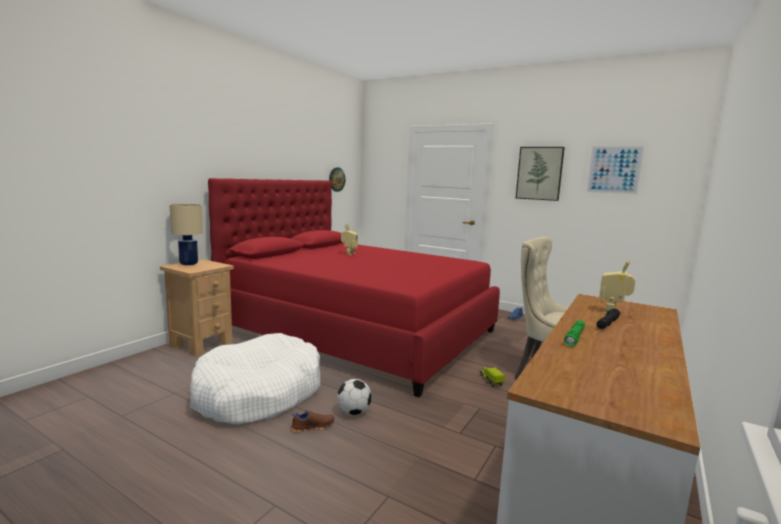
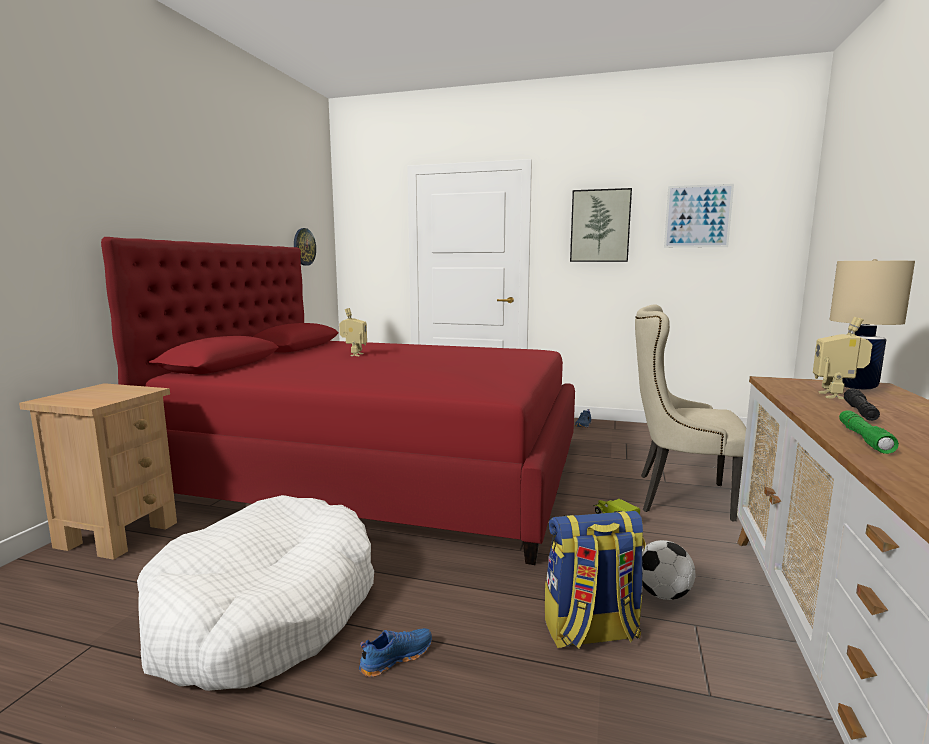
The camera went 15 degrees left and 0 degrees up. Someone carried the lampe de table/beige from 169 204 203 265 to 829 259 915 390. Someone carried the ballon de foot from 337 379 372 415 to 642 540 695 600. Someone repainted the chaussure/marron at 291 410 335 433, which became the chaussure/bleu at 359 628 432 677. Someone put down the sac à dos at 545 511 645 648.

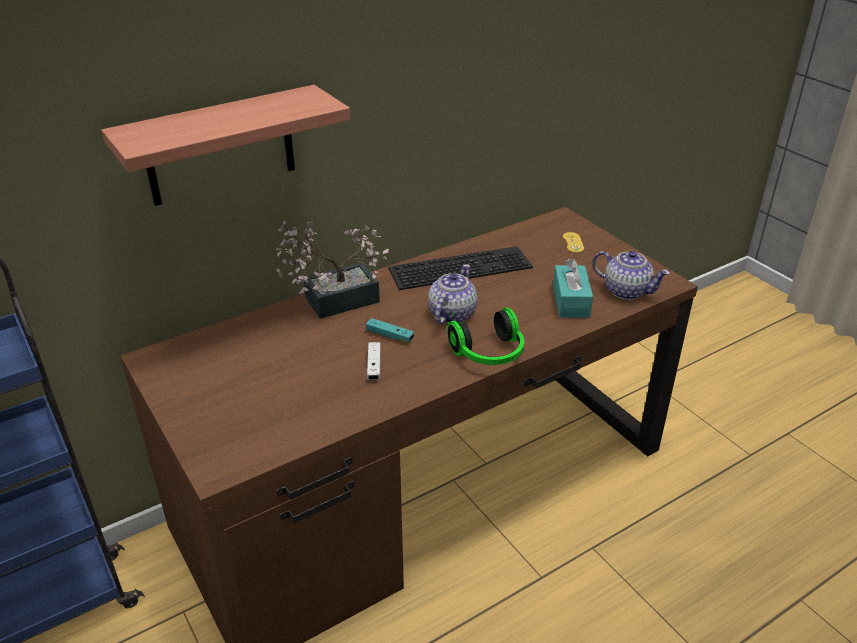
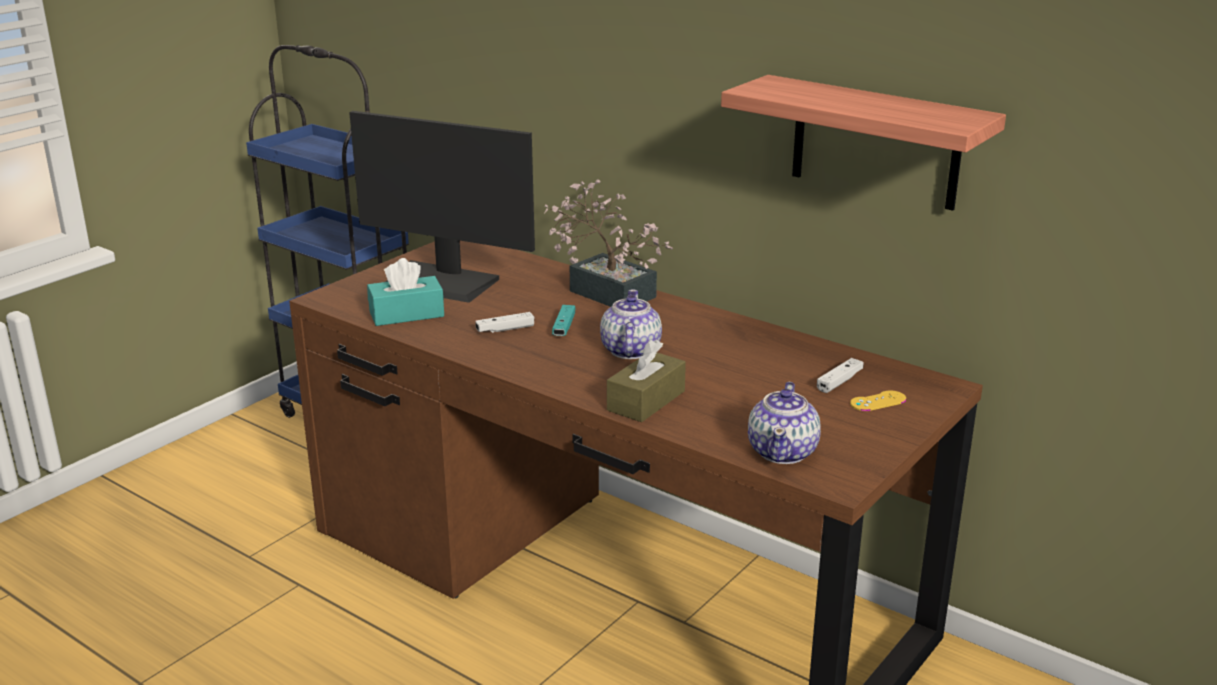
The camera went 70 degrees right and 10 degrees down. Someone carried the étagère from 101 85 350 206 to 721 75 1006 211. Someone took away the clavier at 388 246 533 290. Someone carried the boîte à mouchoirs/turquoise from 553 258 593 318 to 367 258 444 326. Someone rotated the théière at 428 264 478 324 by 90 degrees counterclockwise. Someone took away the casque audio at 447 307 524 365. Someone put down the écran d'ordinateur at 349 111 535 303. Someone put down the boîte à mouchoirs/marron at 607 340 686 422. Someone put down the manette/blanc at 817 358 864 393.

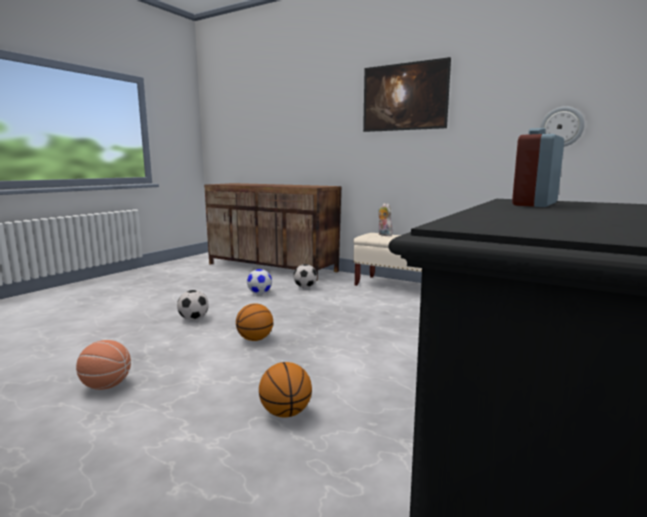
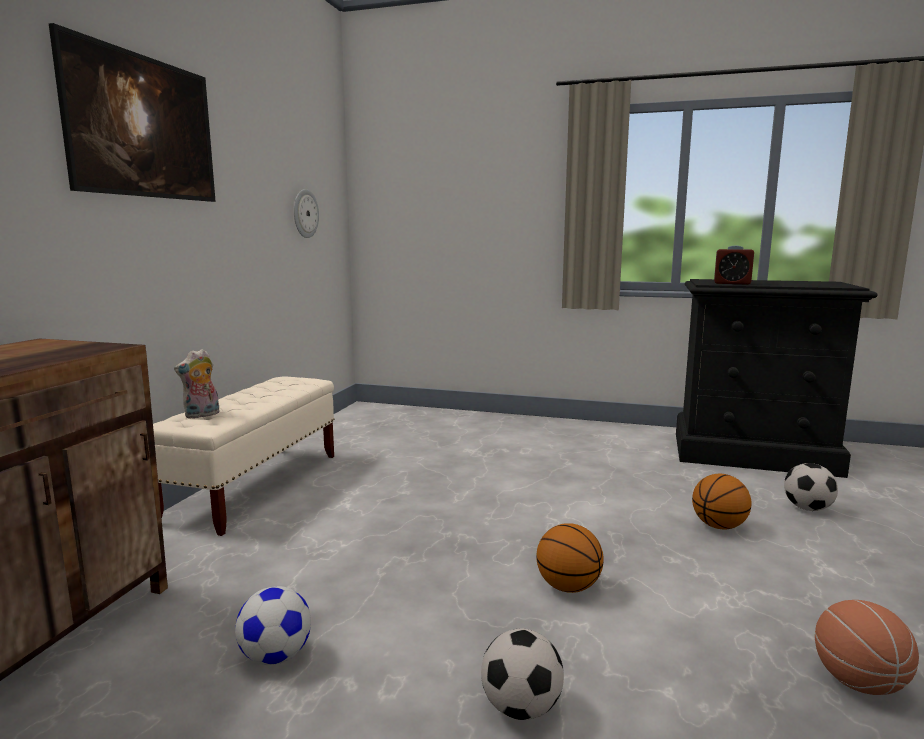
The camera went 105 degrees left and 0 degrees up. Someone carried the ballon de foot from 293 264 317 288 to 784 463 838 511.

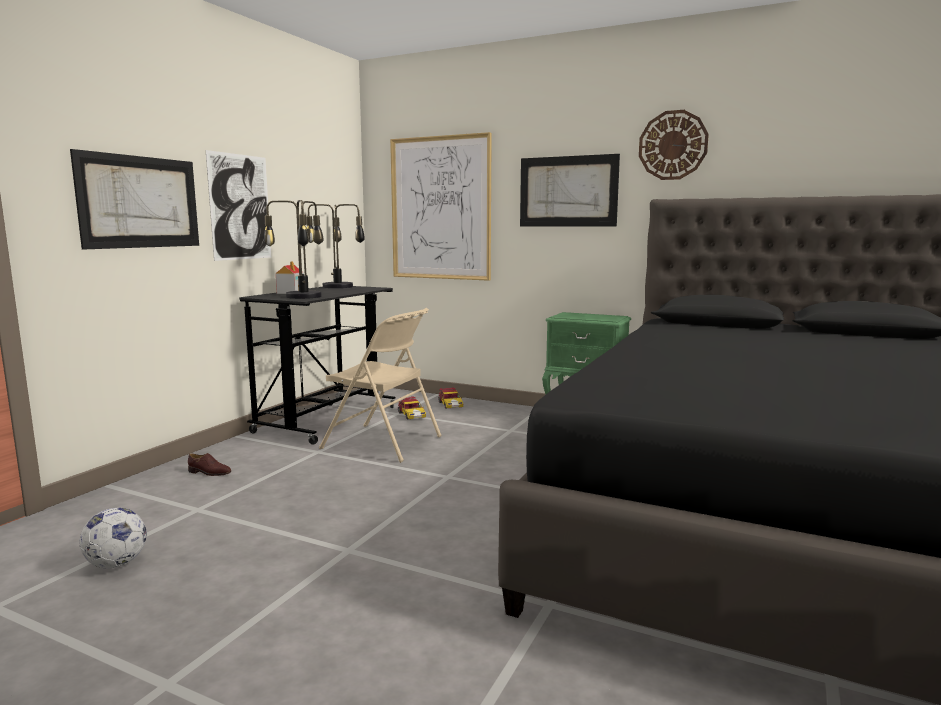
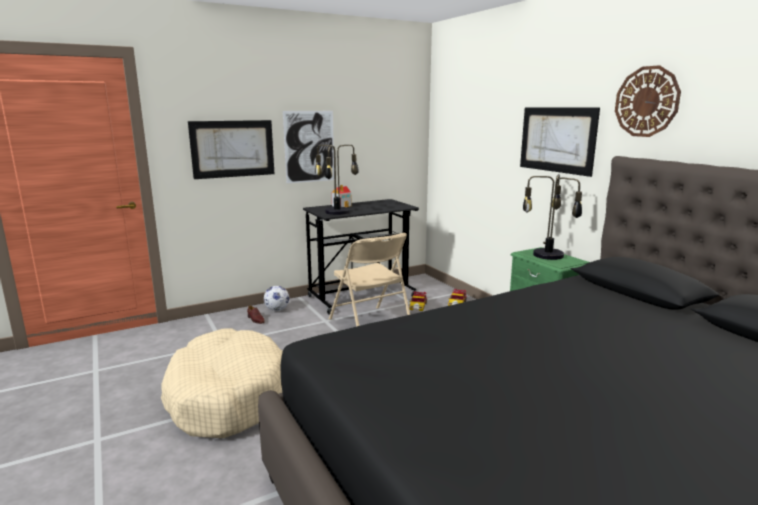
The camera went 35 degrees right and 5 degrees up. Someone took away the tableau at 390 132 492 281. Someone carried the lampe de table from 306 204 365 288 to 523 174 582 260. Someone carried the ballon de foot from 80 508 147 568 to 264 286 289 311. Someone put down the panier pour chien/beige at 161 328 283 438.

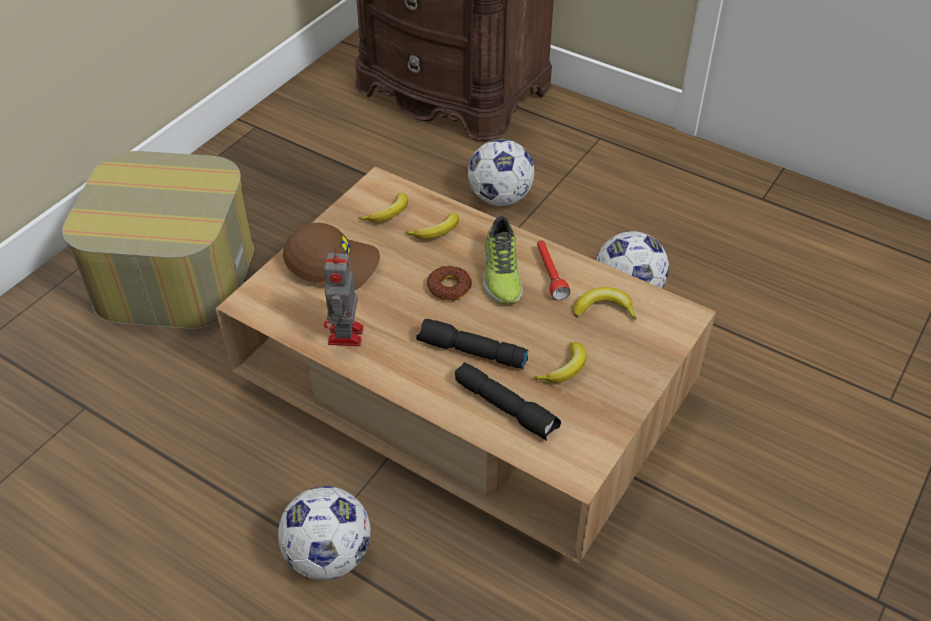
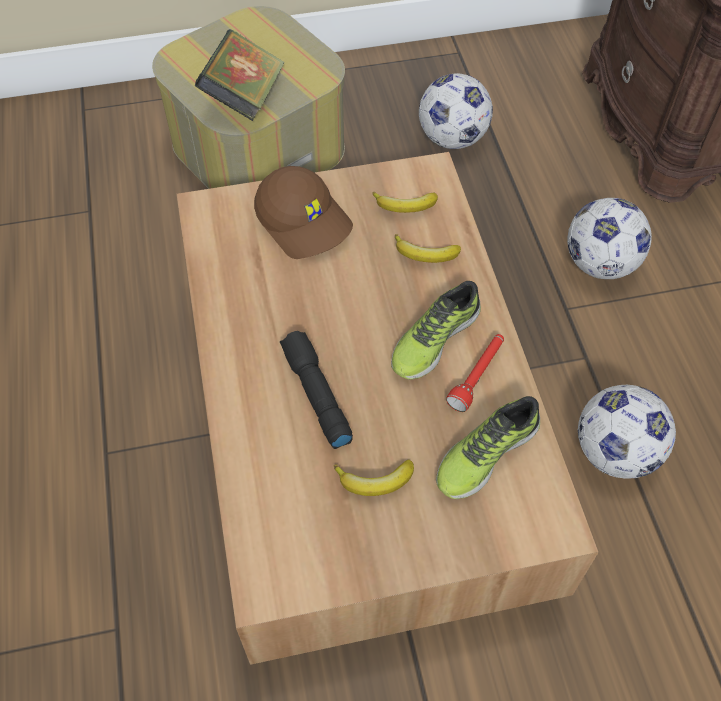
The camera went 45 degrees right and 10 degrees up. Someone took away the robot jouet at 324 249 363 346. Someone took away the beignet at 427 266 472 301. Someone swapped the banane at 574 287 636 320 for the chaussure at 436 396 540 499. Someone took away the lampe de poche/noir at 455 362 561 441. Someone carried the ballon de foot from 278 486 371 580 to 419 74 493 149. Someone put down the livre at 195 29 284 121.

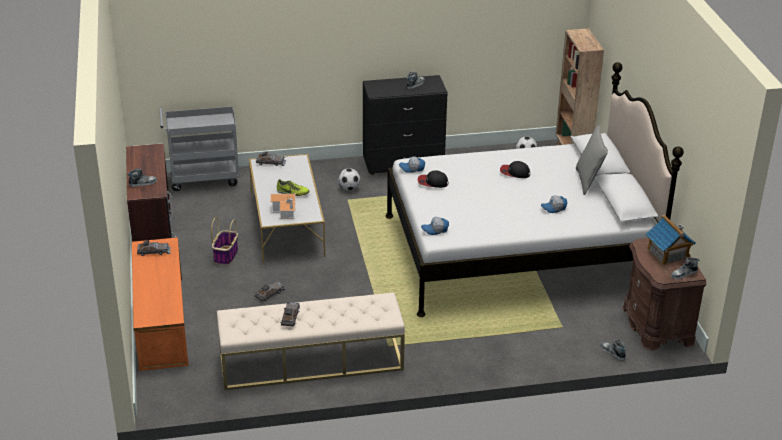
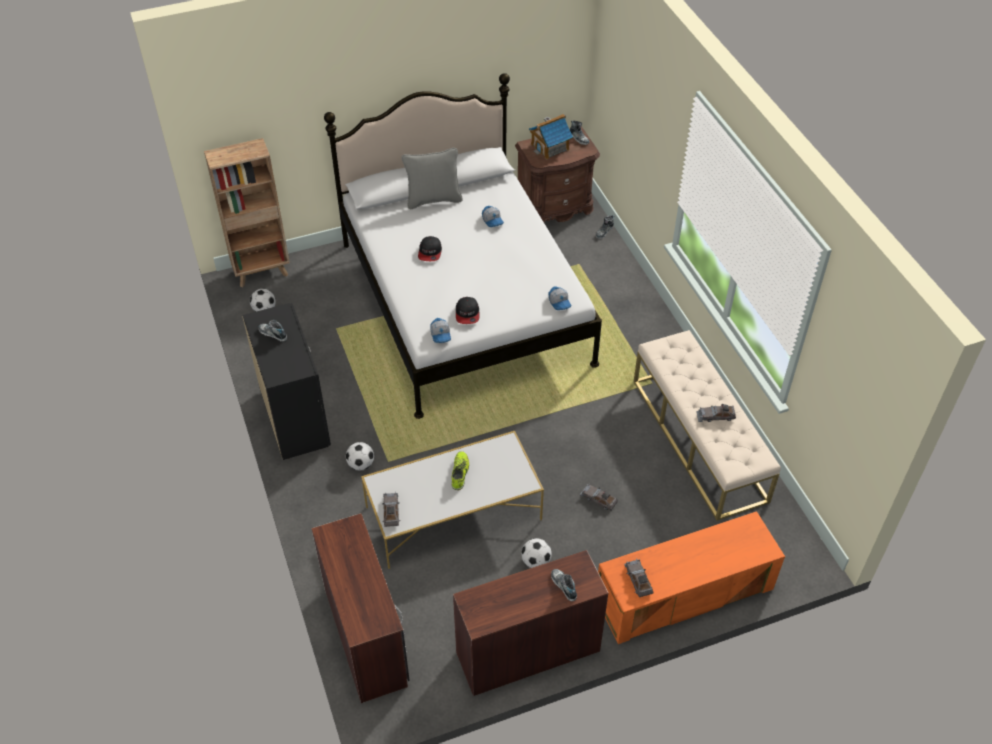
The camera went 100 degrees left and 15 degrees up. Someone swapped the chariot/gris at 159 107 239 191 for the bureau/marron at 311 513 410 703. Someone took away the maison miniature at 270 194 296 219. Someone swapped the panier at 211 217 238 265 for the ballon de foot at 521 538 552 568.

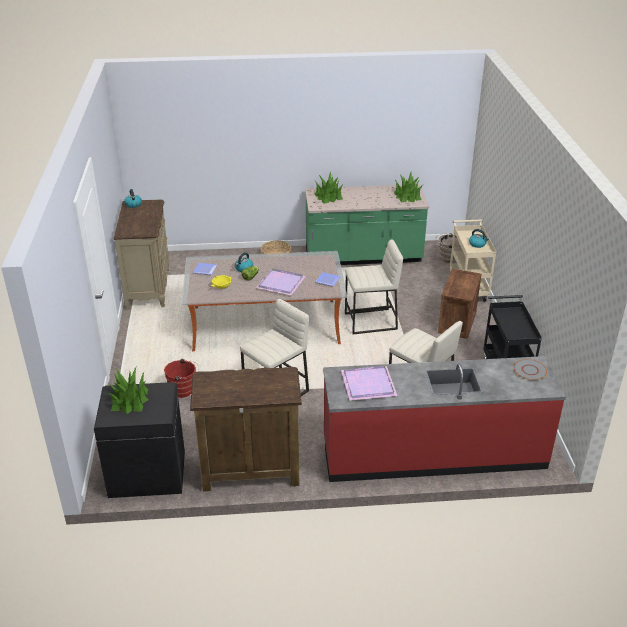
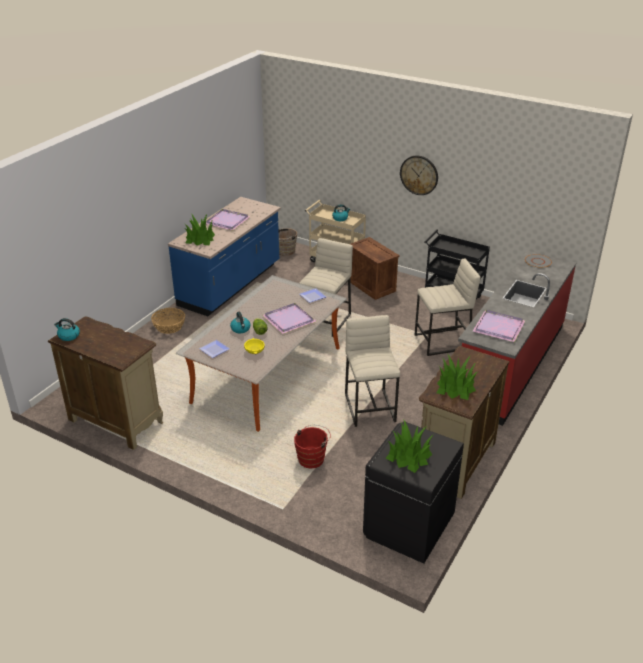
The camera went 55 degrees left and 0 degrees up. Someone carried the plante en pot from 394 172 423 203 to 437 355 477 400. Someone repainted the comptoir de cuisine/vert at 305 184 429 265, which became the comptoir de cuisine/bleu at 168 197 281 316. Someone put up the horloge murale at 400 156 438 195. Someone put down the plateau/violet at 206 209 251 230.

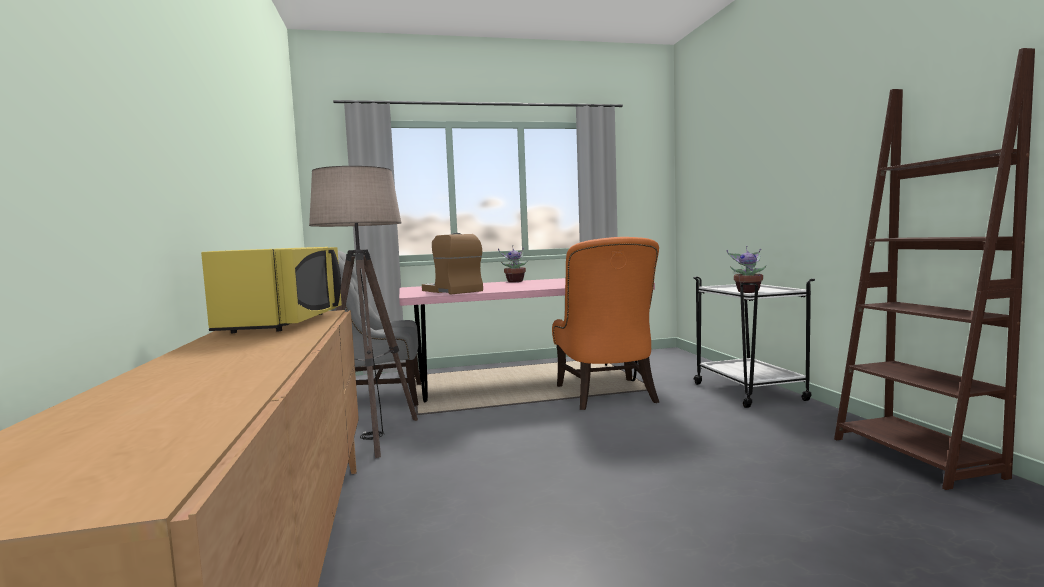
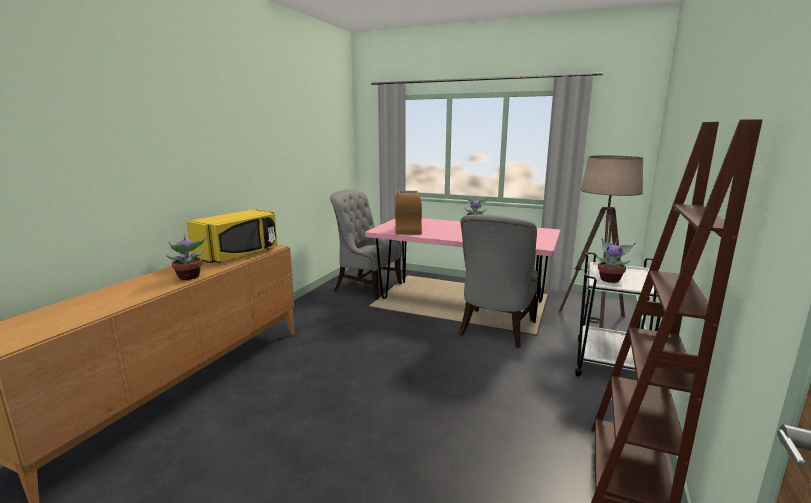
The camera went 35 degrees right and 10 degrees up. Someone carried the lampadaire from 309 166 418 458 to 559 156 643 328. Someone repainted the chaise/orange at 552 237 659 410, which became the chaise/gris at 458 214 541 347. Someone put down the plante en pot at 166 234 206 280.

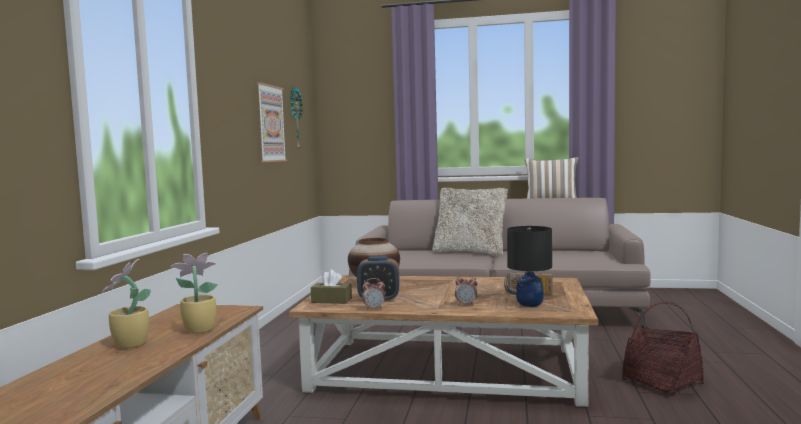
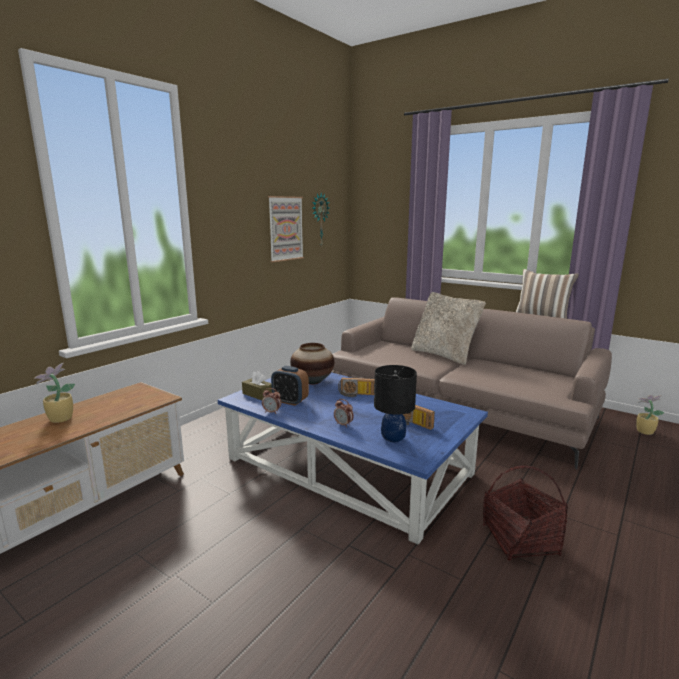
The camera went 25 degrees right and 10 degrees up. Someone carried the plante en pot from 170 253 219 334 to 636 395 665 435. Someone repainted the table basse/marron at 289 275 598 407, which became the table basse/bleu at 218 372 488 545. Someone put down the radio at 338 378 375 397.

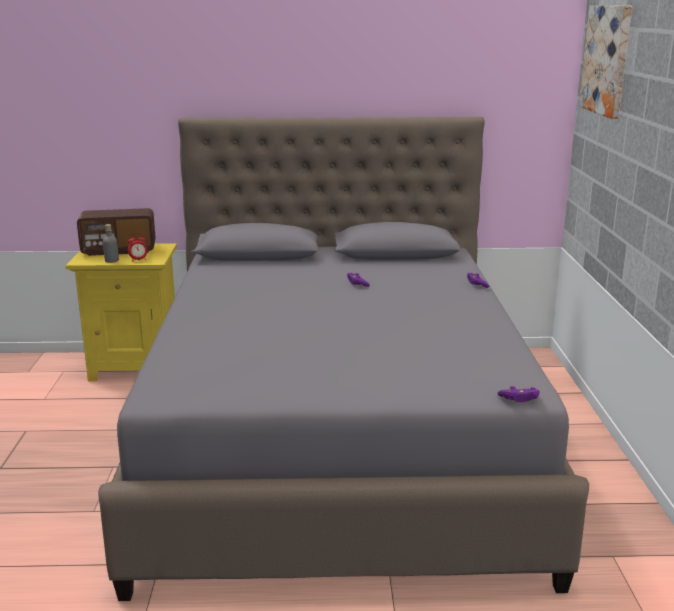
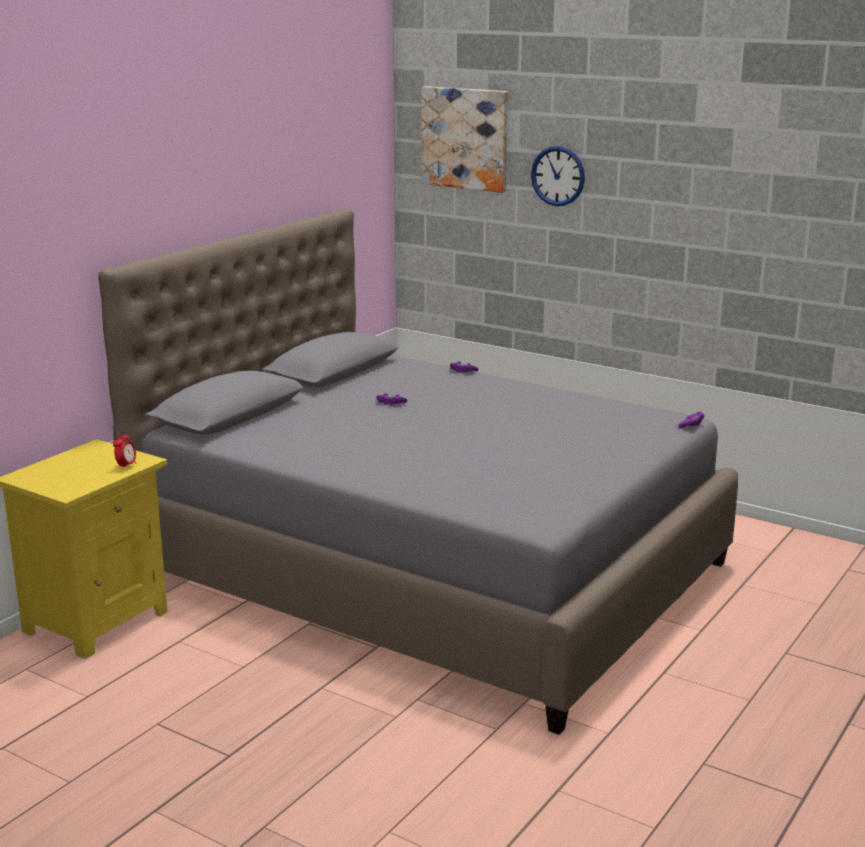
The camera went 55 degrees left and 0 degrees up. Someone took away the radio at 77 208 156 256. Someone took away the bouteille/gris at 103 224 119 263. Someone put up the horloge murale at 531 146 585 206.

